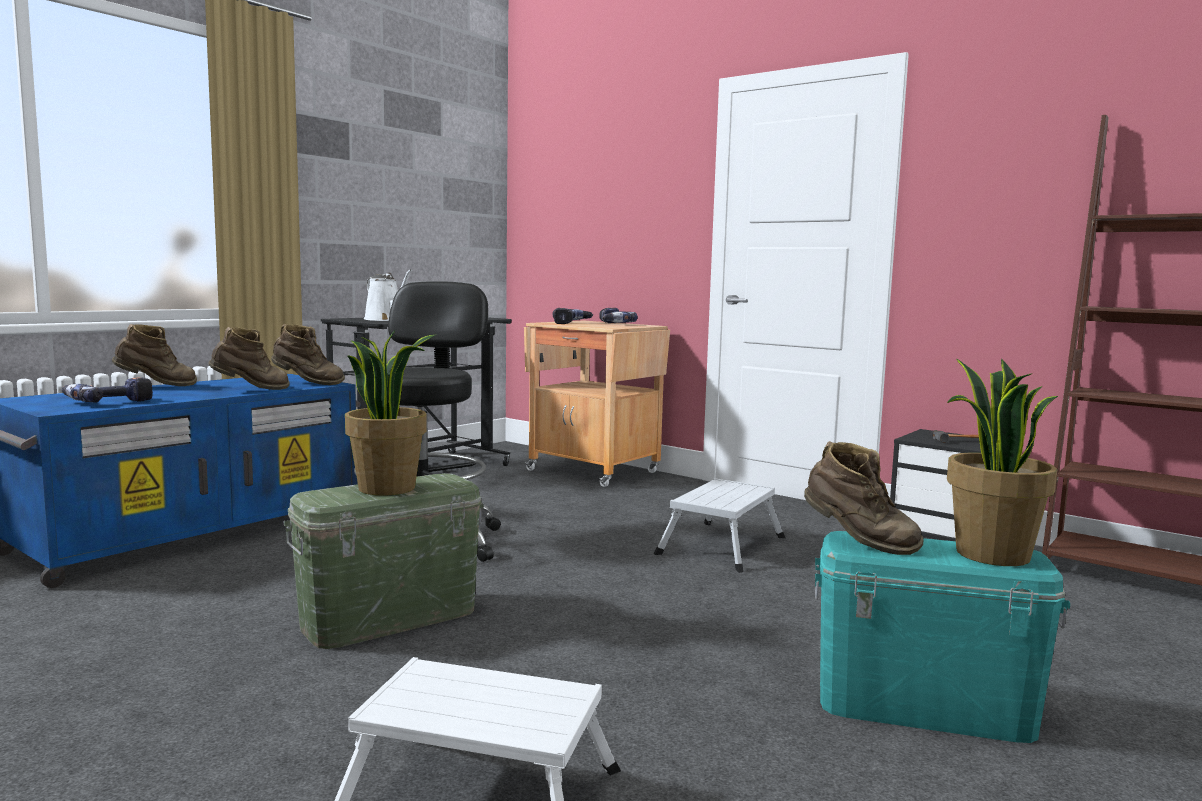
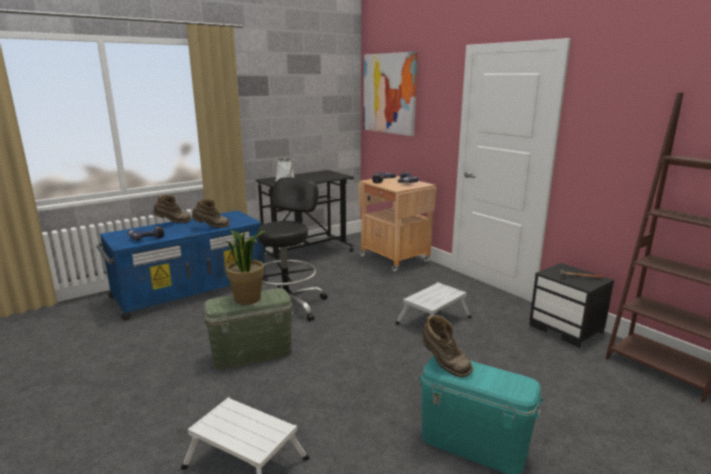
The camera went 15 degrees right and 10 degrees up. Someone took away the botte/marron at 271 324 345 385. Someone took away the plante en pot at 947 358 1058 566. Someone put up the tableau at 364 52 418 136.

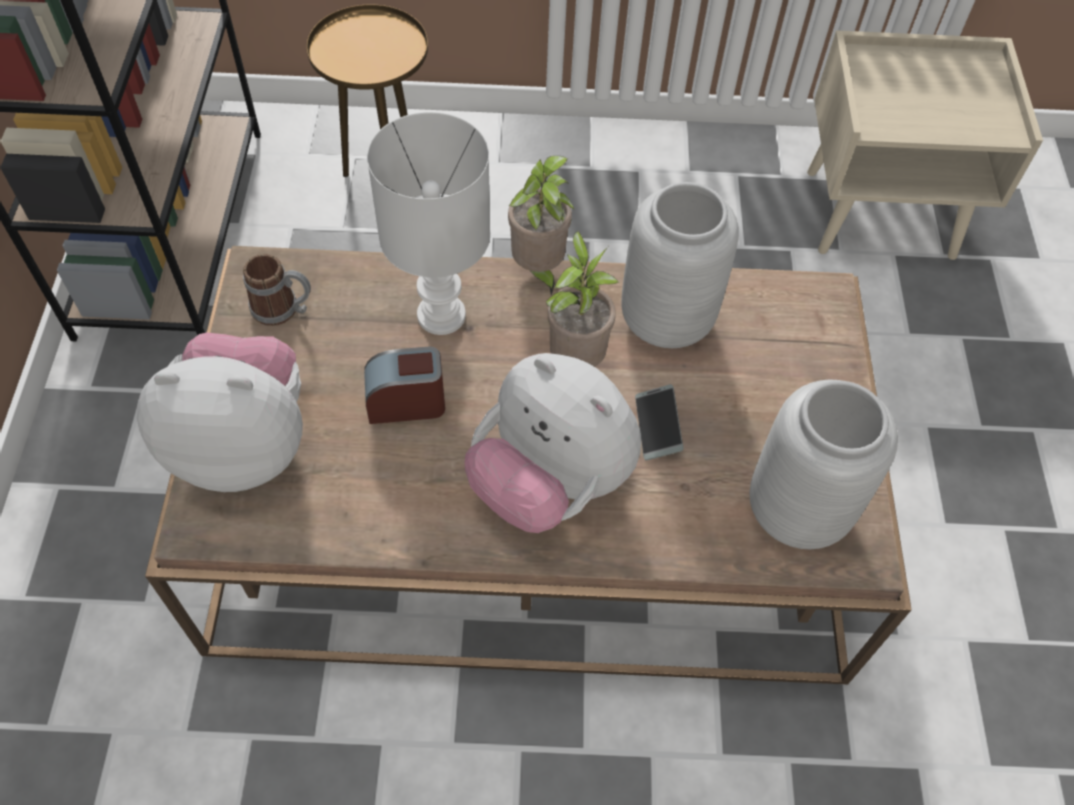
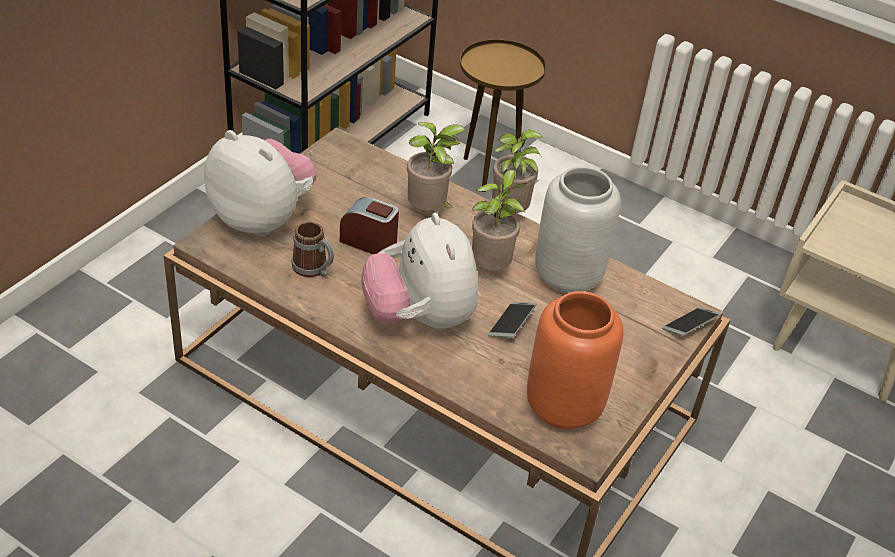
The camera went 30 degrees right and 15 degrees down. Someone swapped the lampe de table/blanc at 367 112 490 335 for the plante en pot at 407 122 466 211. Someone carried the mug from 243 254 311 326 to 291 222 334 277. Someone repainted the vase/gris at 749 379 898 549, which became the vase/orange at 527 291 623 429. Someone put down the téléphone at 662 307 721 336.

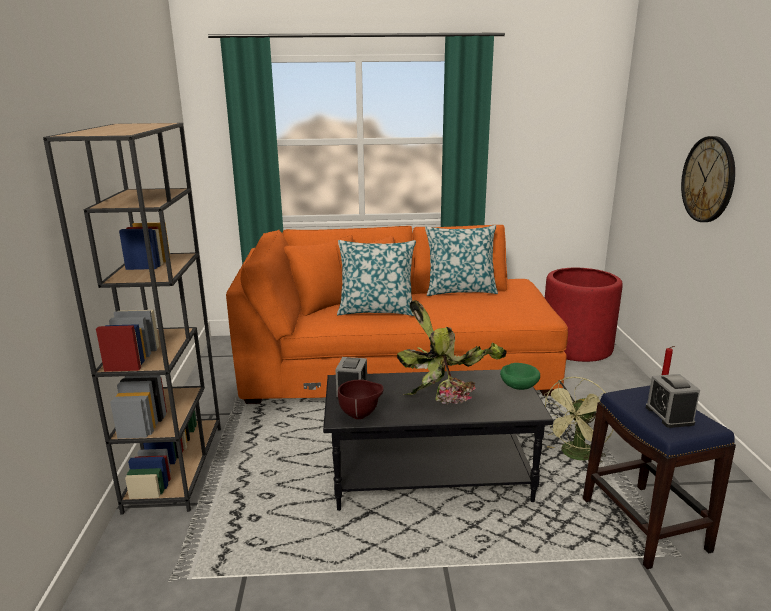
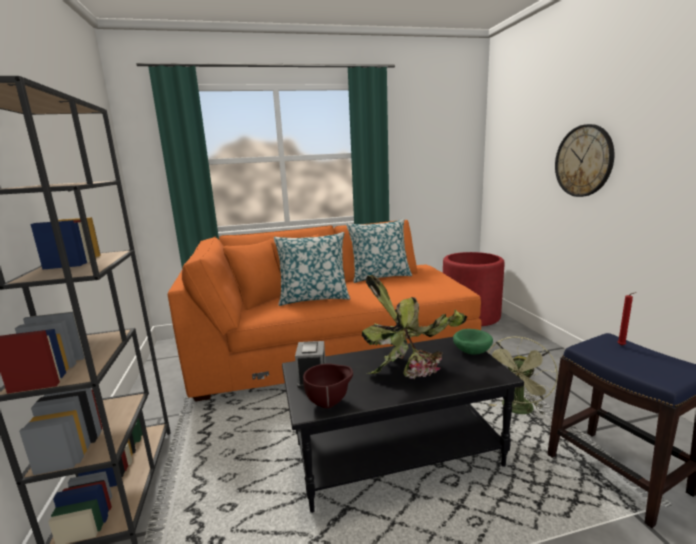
The camera went 10 degrees left and 5 degrees down. Someone took away the réveil at 646 374 700 428.

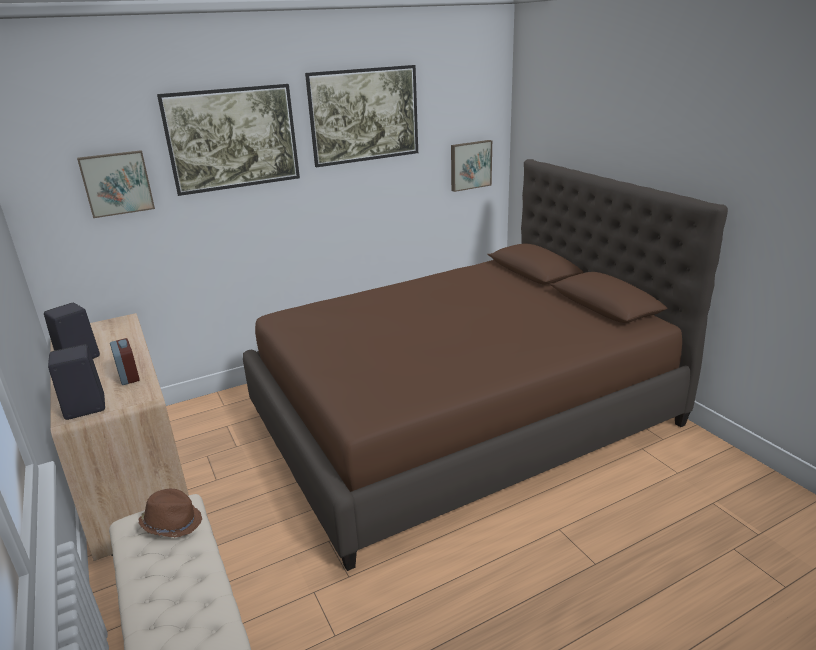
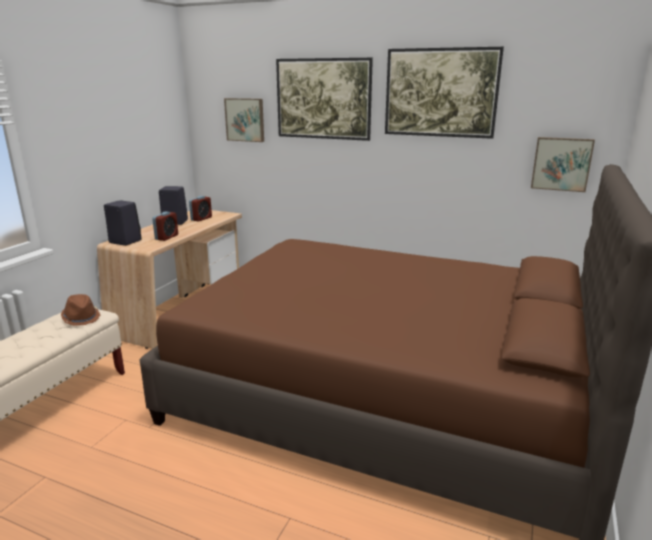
The camera went 50 degrees right and 5 degrees down. Someone put down the réveil at 189 196 212 222.

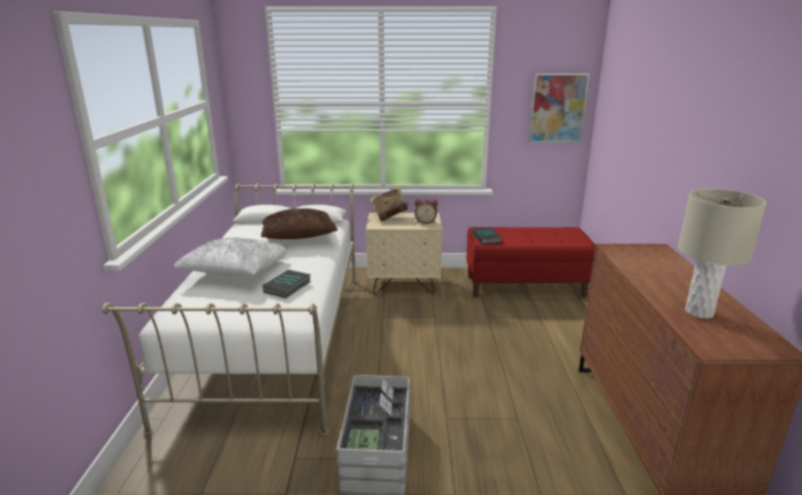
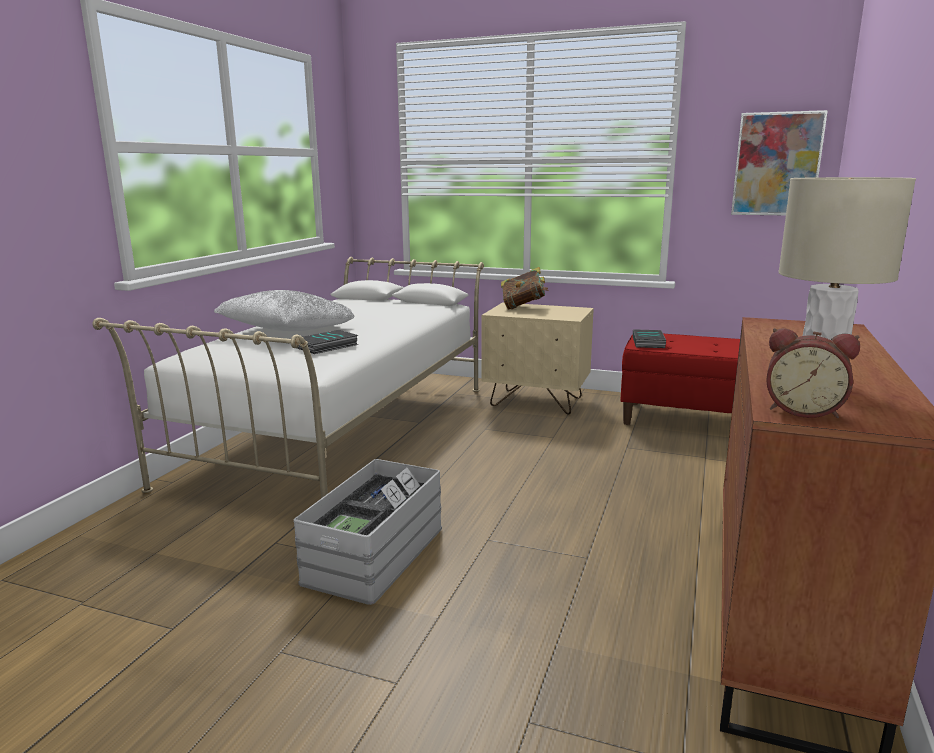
The camera went 20 degrees right and 5 degrees down. Someone carried the réveil from 415 199 438 224 to 766 328 860 418. Someone took away the coussin/marron at 261 208 338 239.

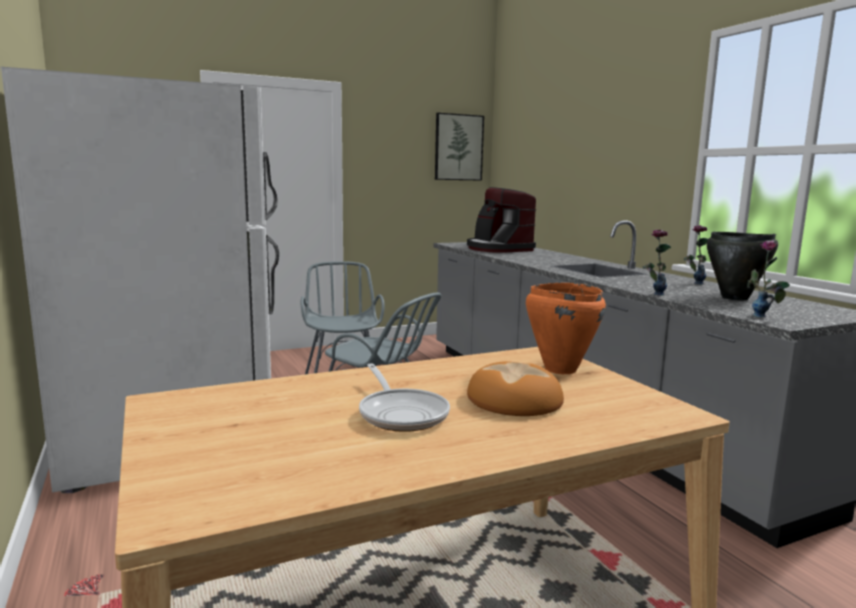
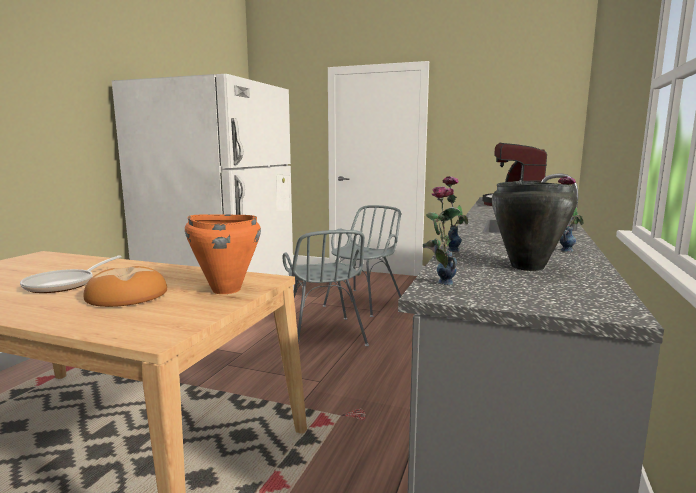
The camera went 45 degrees right and 0 degrees up. Someone took away the tableau at 435 113 484 181.

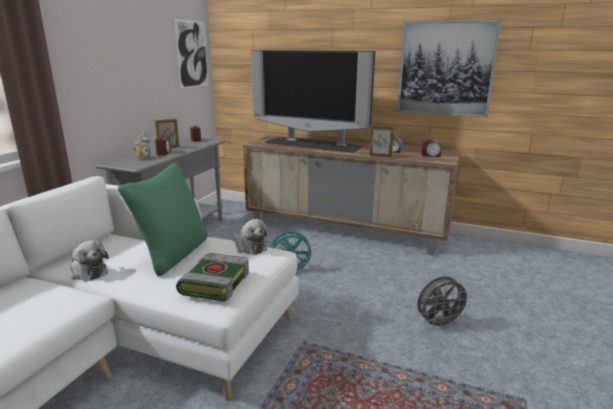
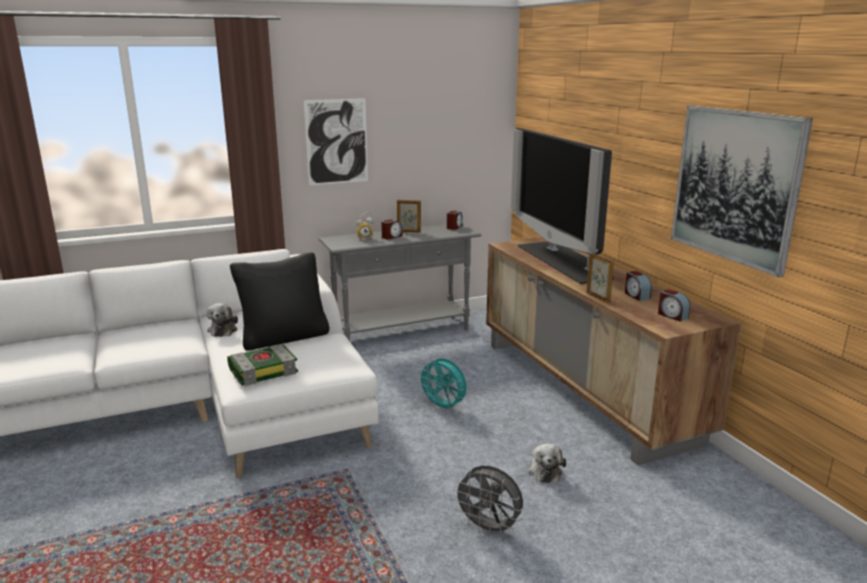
The camera went 45 degrees right and 0 degrees up. Someone carried the tableau from 175 19 209 89 to 304 98 368 185. Someone repainted the coussin/vert at 118 163 208 276, which became the coussin/noir at 230 252 329 351. Someone carried the peluche from 233 219 267 255 to 528 443 566 483.

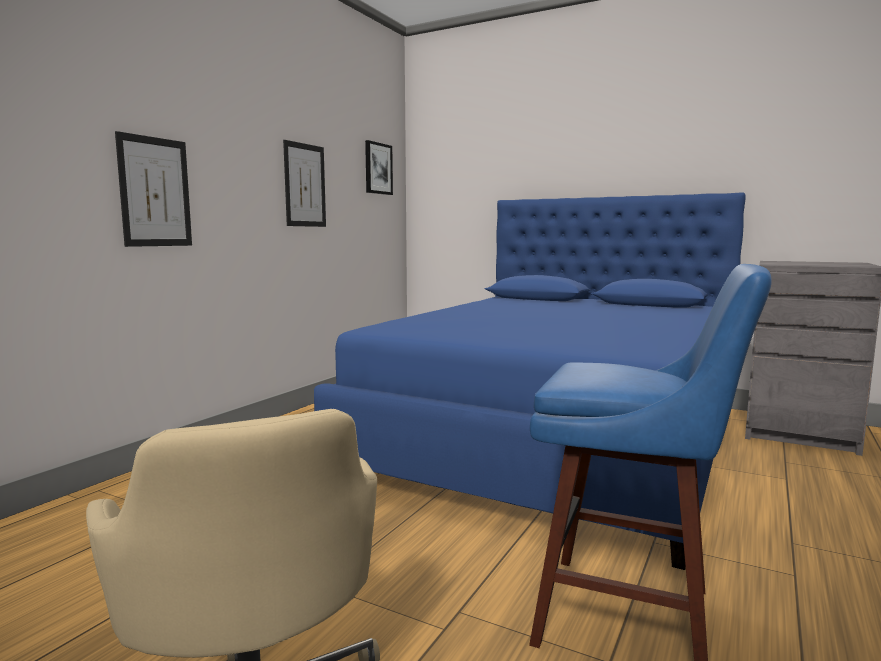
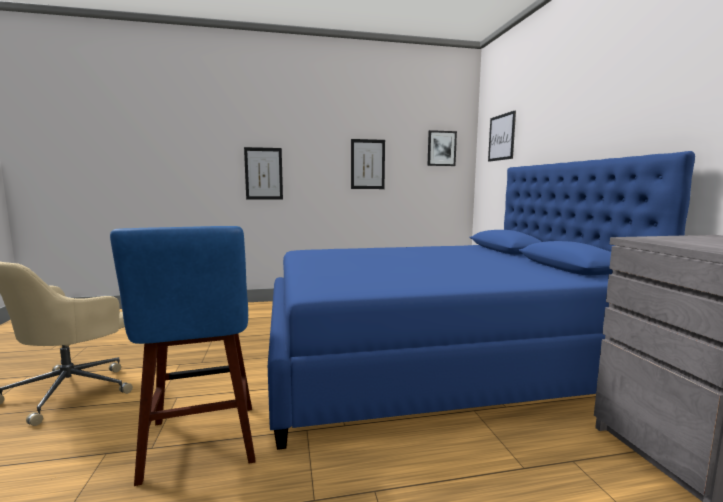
The camera went 50 degrees right and 0 degrees up. Someone put up the tableau at 488 110 516 162.

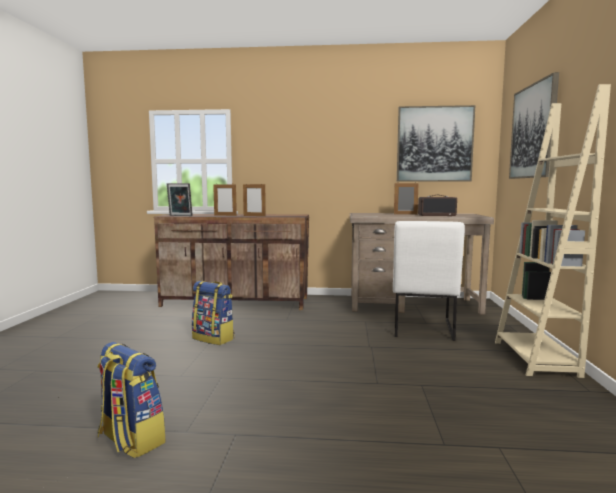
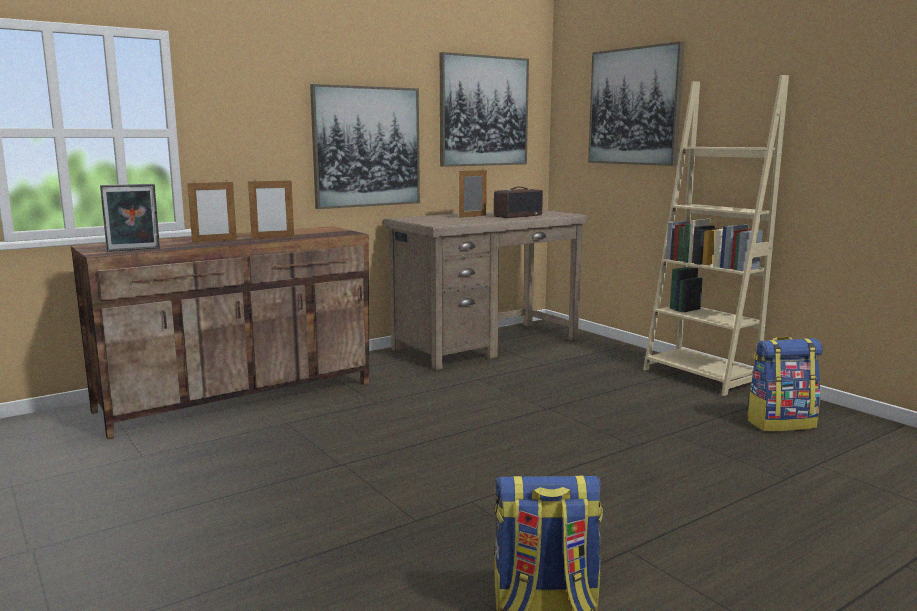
The camera went 40 degrees left and 5 degrees up. Someone took away the chaise/blanc at 393 221 465 341. Someone carried the sac à dos from 192 281 234 345 to 747 337 823 431. Someone put up the tableau at 310 84 420 209.

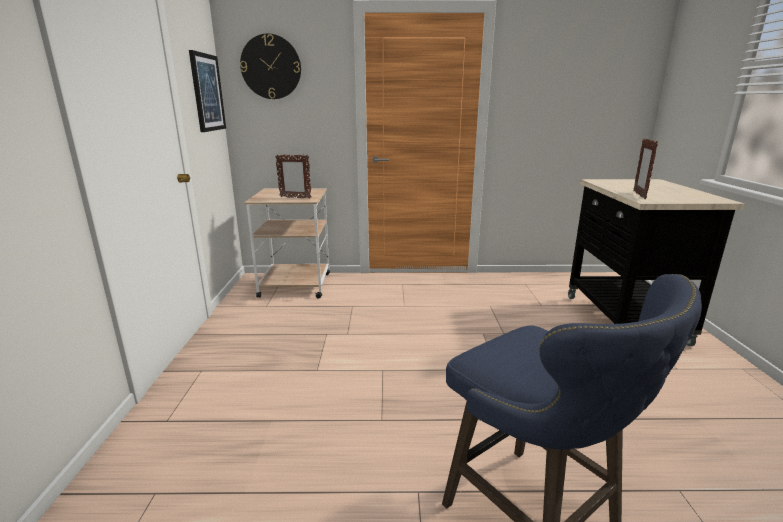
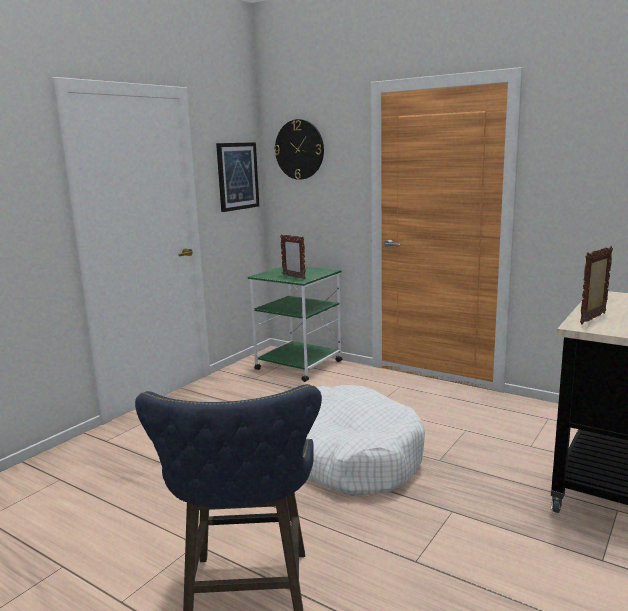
The camera went 35 degrees right and 5 degrees down. Someone repainted the chariot/beige at 244 189 330 299, which became the chariot/vert at 248 266 342 382. Someone put down the panier pour chien/blanc at 306 385 425 496.

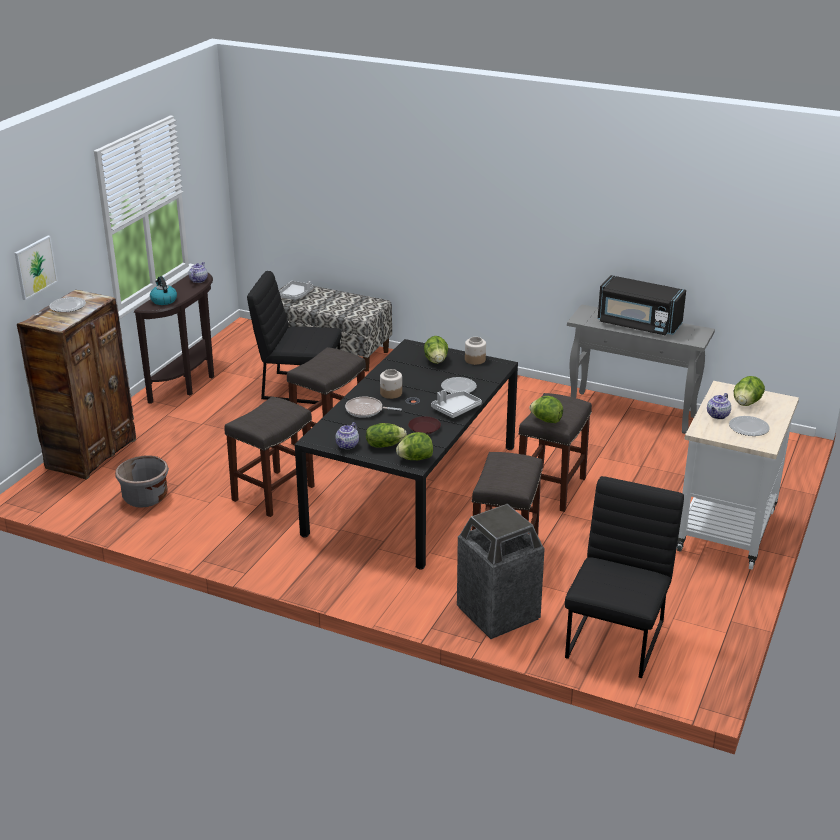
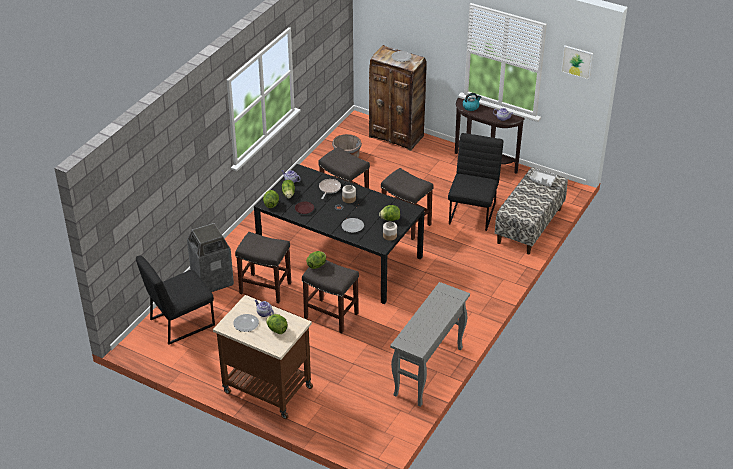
The camera went 95 degrees right and 10 degrees up. Someone carried the tableau from 15 236 58 300 to 561 46 593 80. Someone took away the micro-ondes/noir at 598 275 686 335. Someone repainted the chariot/blanc at 676 381 799 569, which became the chariot/marron at 213 295 313 419. Someone took away the plateau/gris at 431 390 482 418. Someone rotated the chaise/noir at 565 476 684 678 by 120 degrees clockwise.

